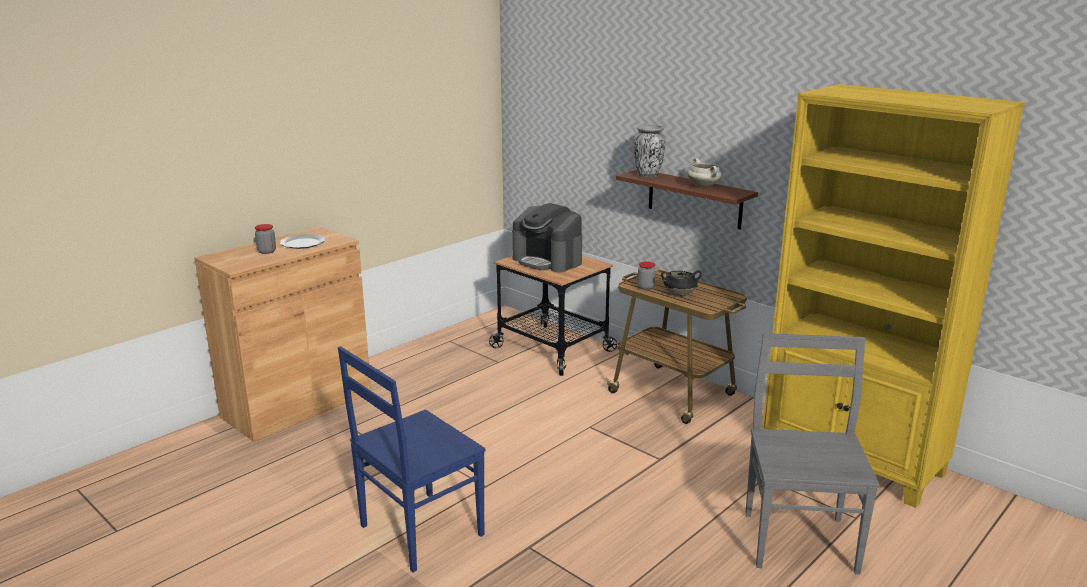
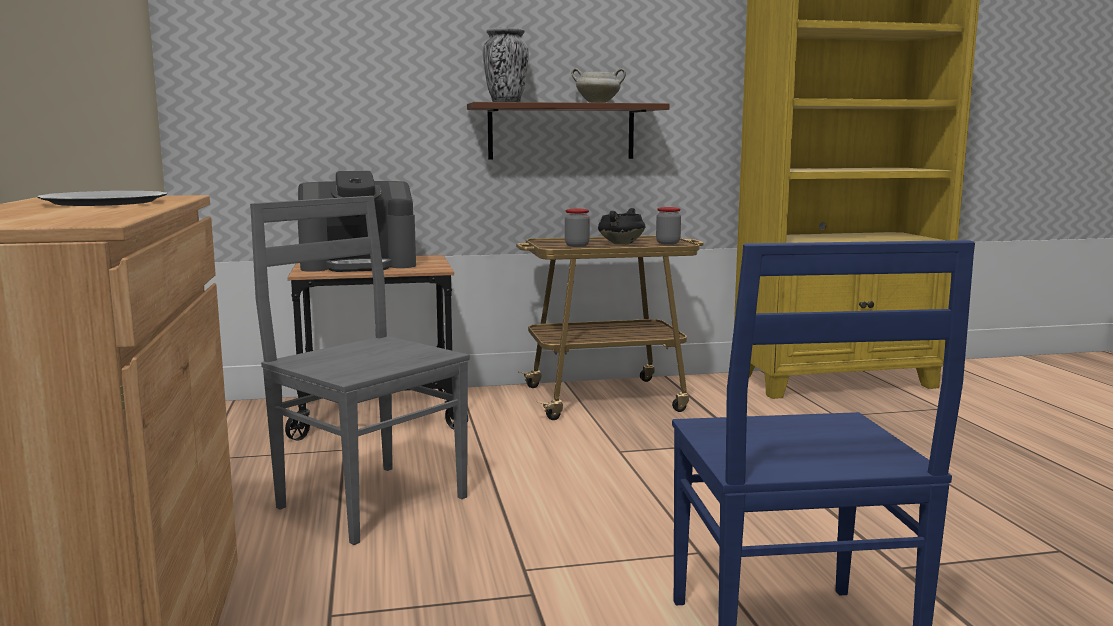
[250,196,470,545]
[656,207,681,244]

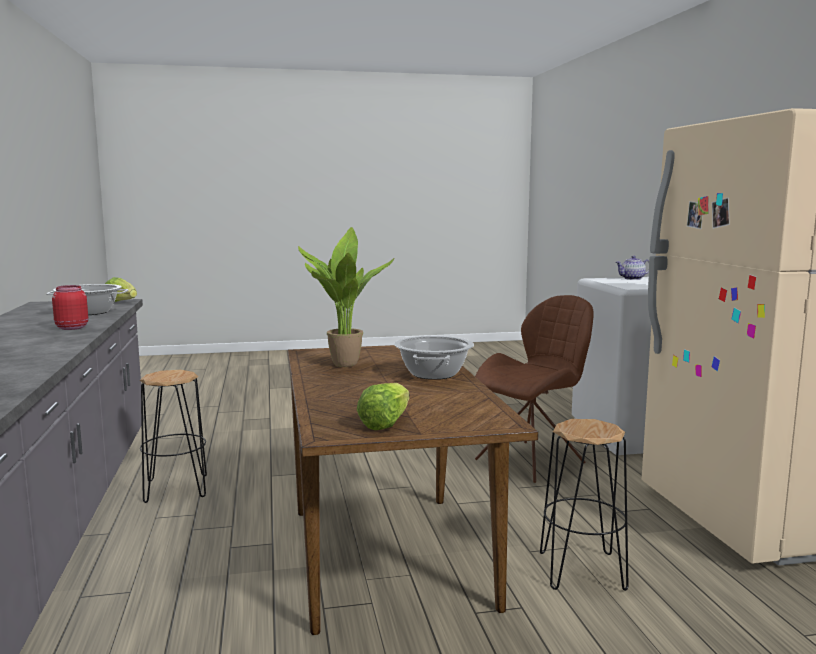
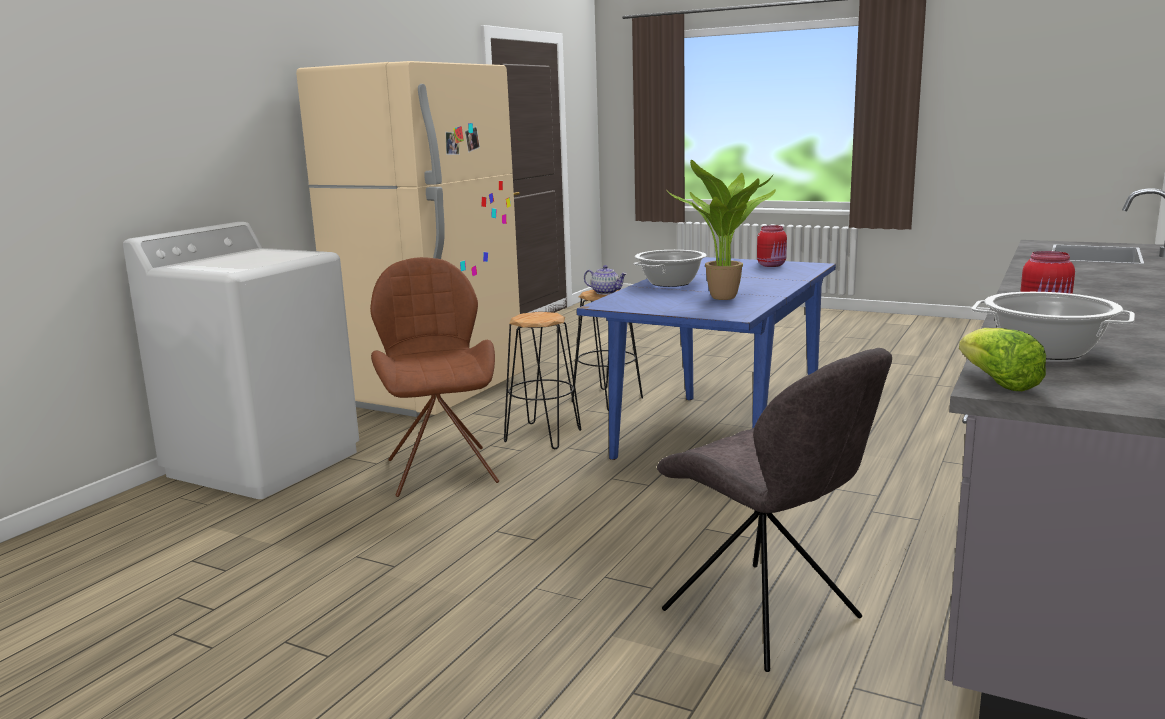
[370,257,499,497]
[504,312,581,449]
[577,257,836,460]
[584,265,627,295]
[657,348,892,672]
[757,225,787,267]

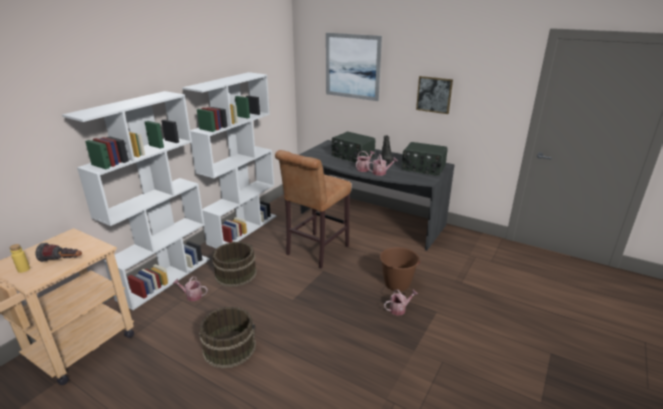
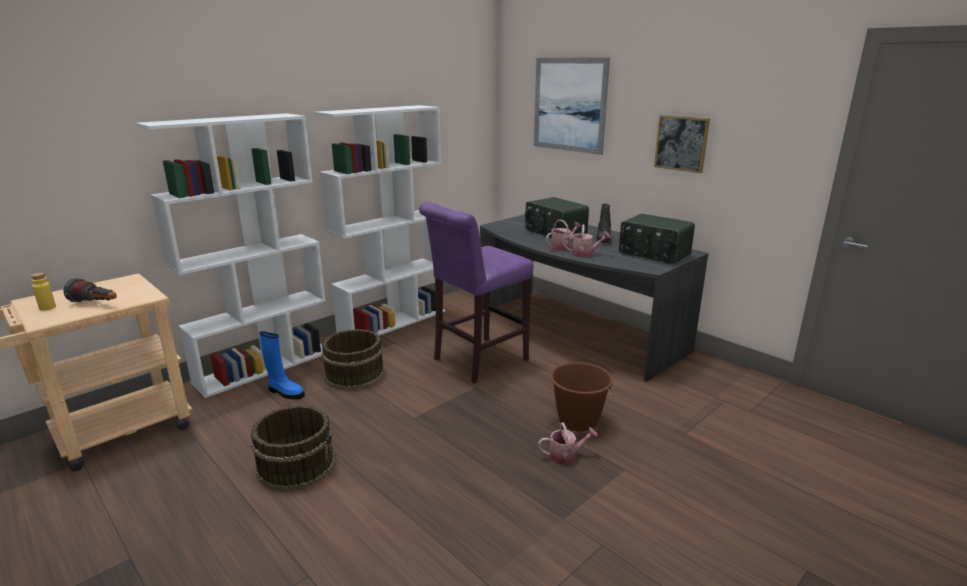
[260,331,305,399]
[419,202,534,383]

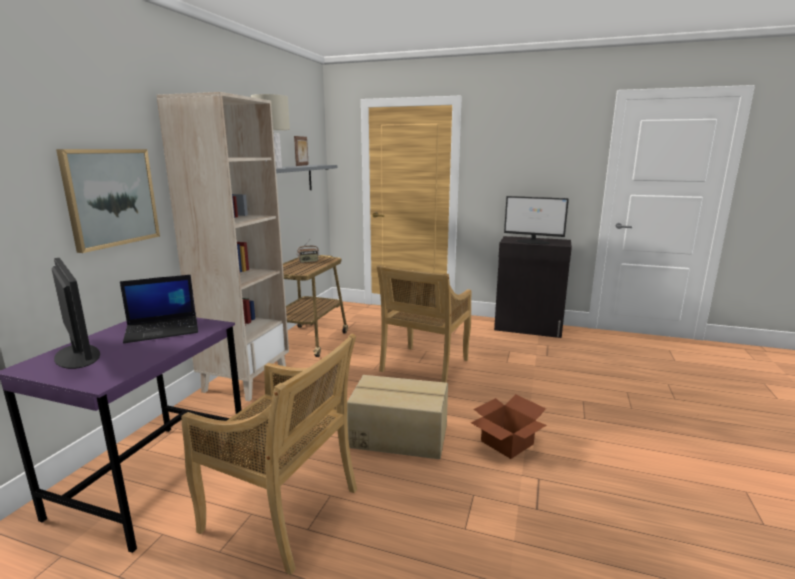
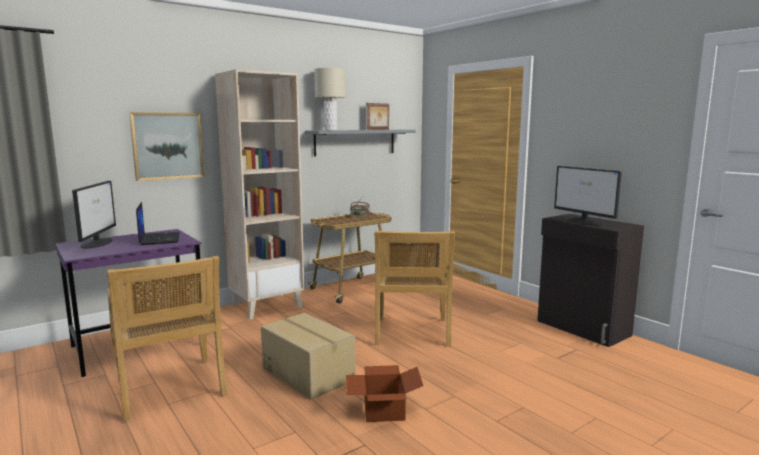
[136,202,179,245]
[374,230,455,347]

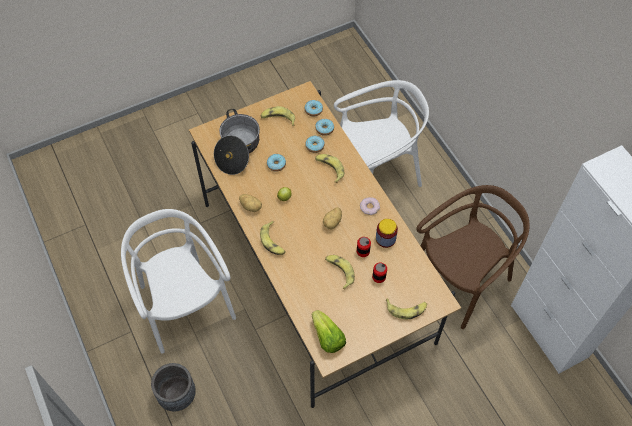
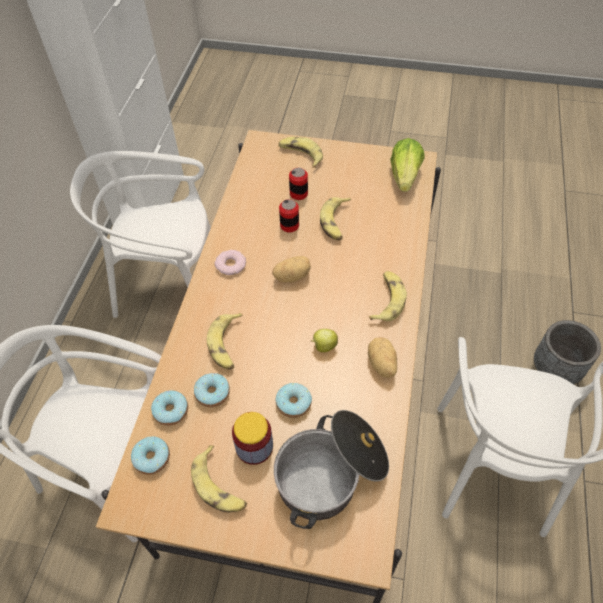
[70,151,211,318]
[232,412,273,465]

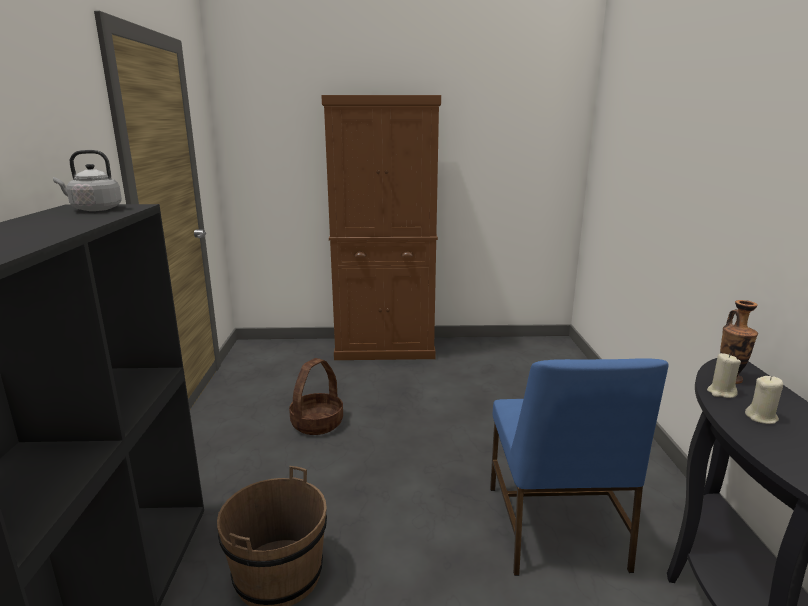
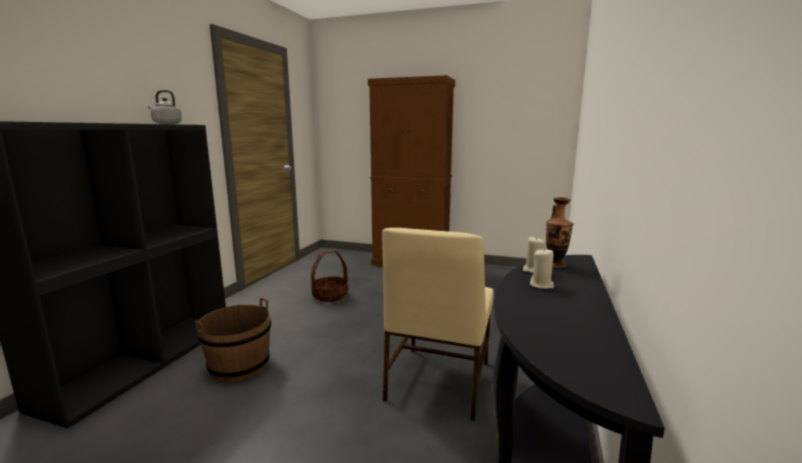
[382,228,494,421]

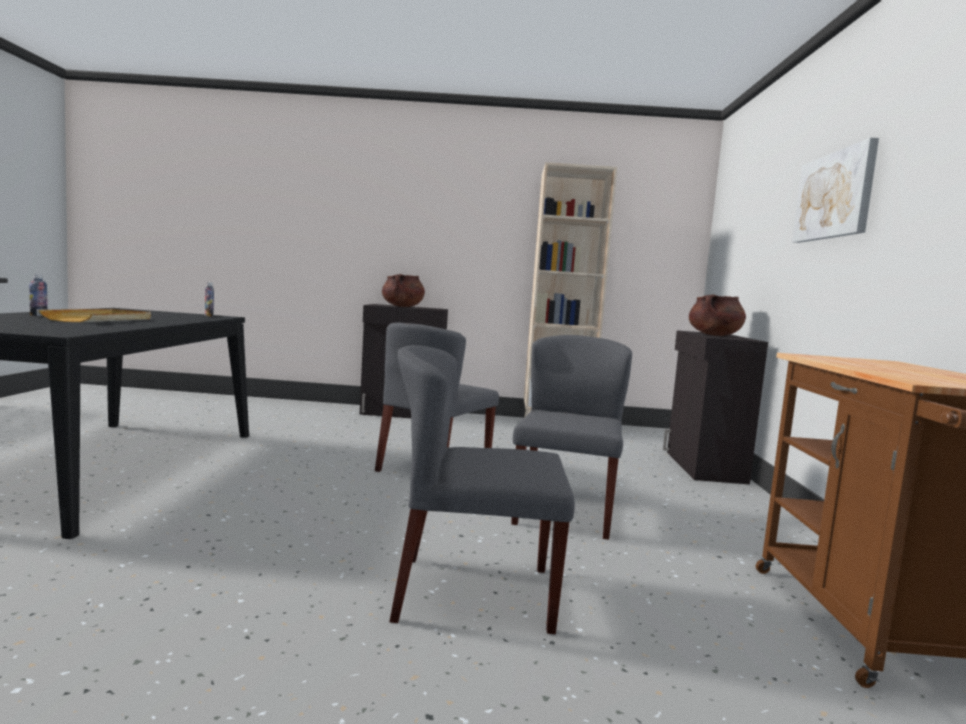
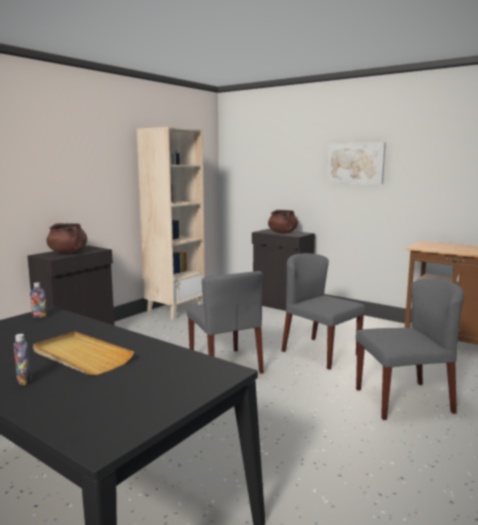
[356,279,464,420]

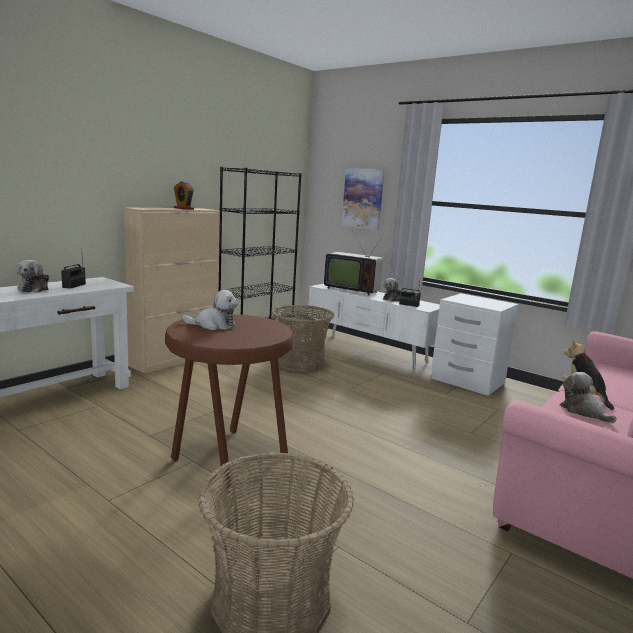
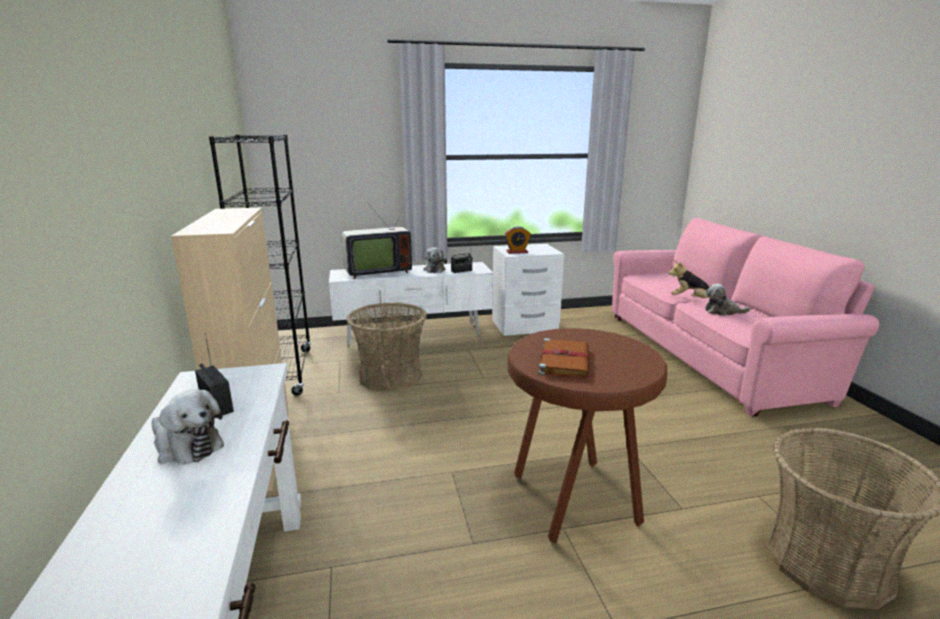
[504,226,531,254]
[539,338,589,378]
[341,168,384,230] (first image)

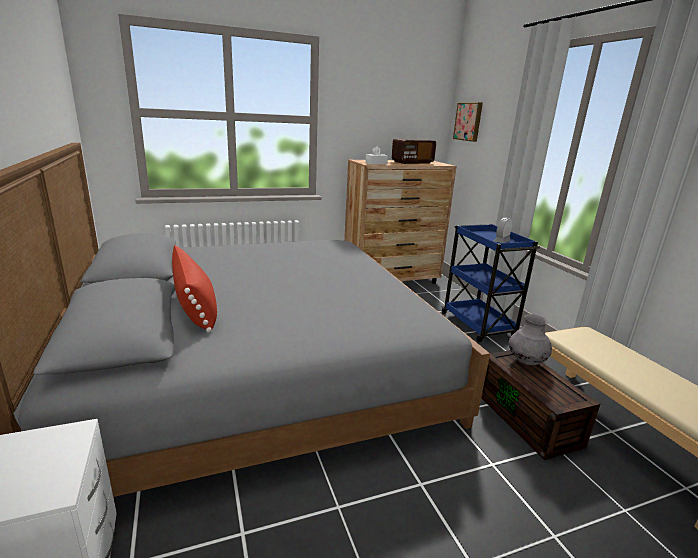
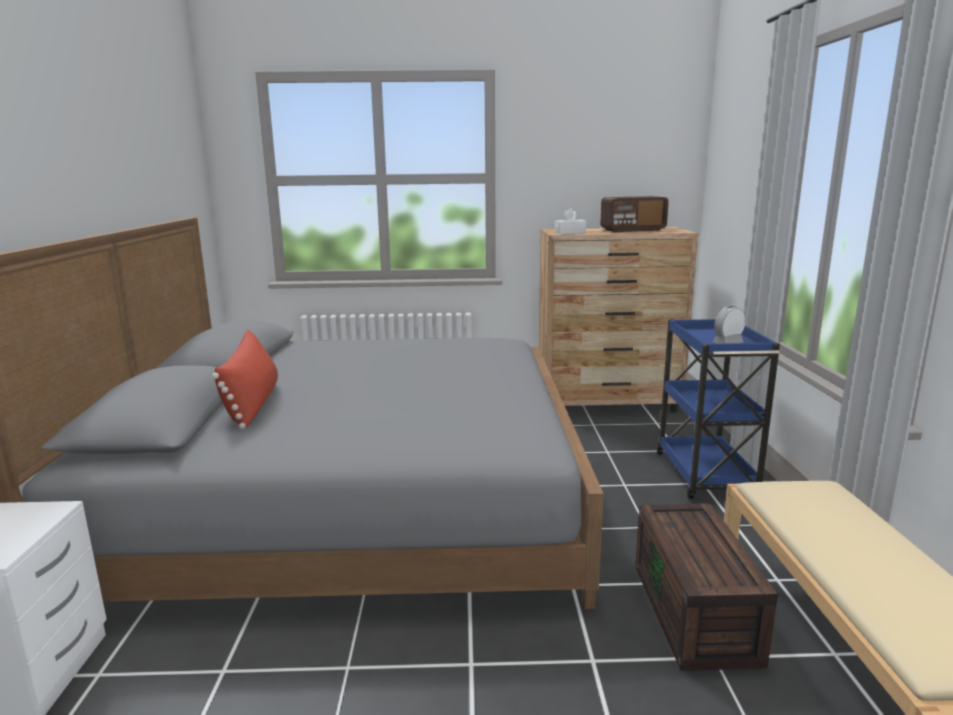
[453,102,483,142] (first image)
[509,314,552,365] (first image)

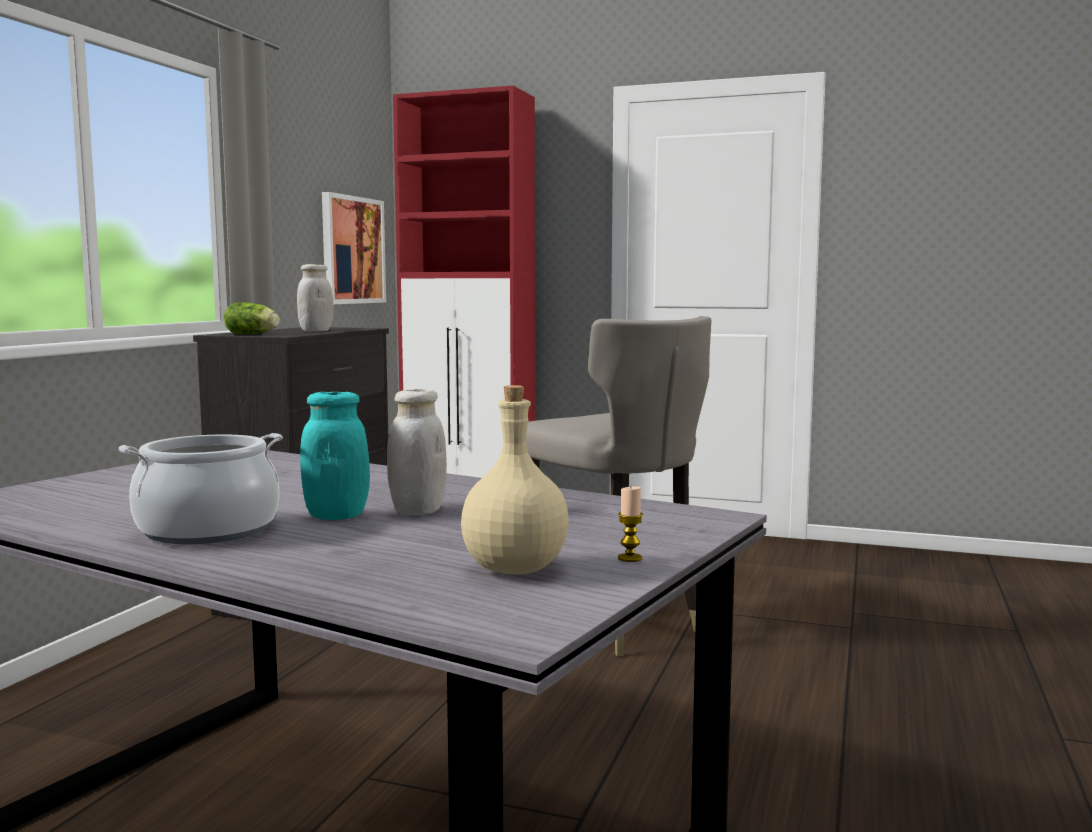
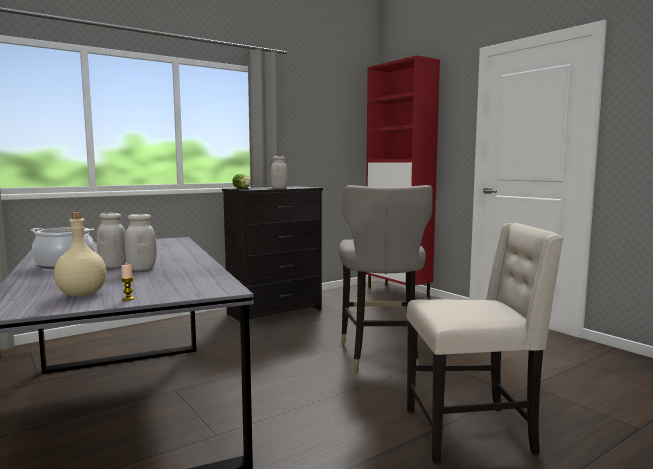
[96,213,126,268]
[406,223,563,464]
[322,192,386,304] (first image)

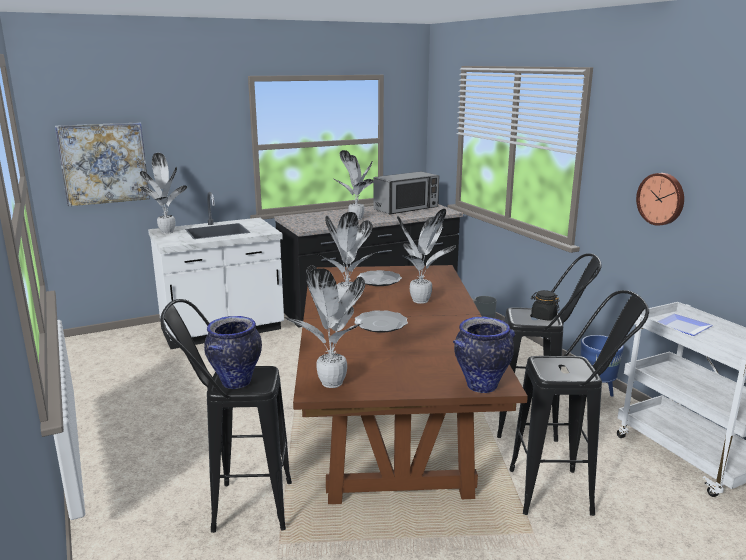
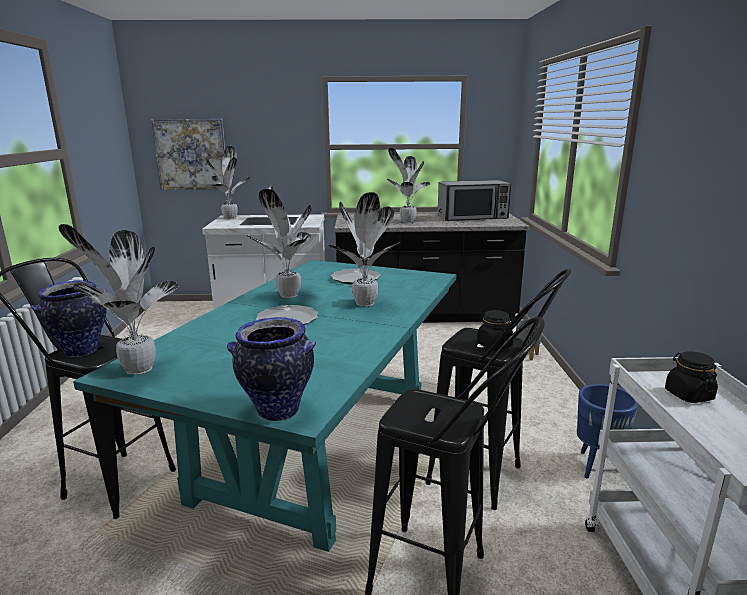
[73,260,456,552]
[665,351,718,403]
[636,173,684,226] (first image)

